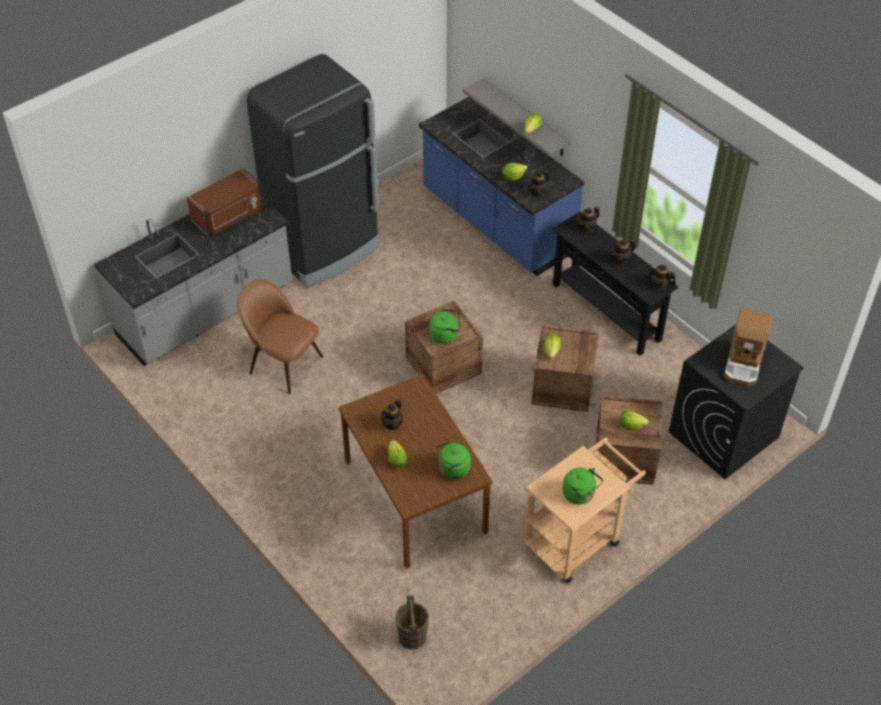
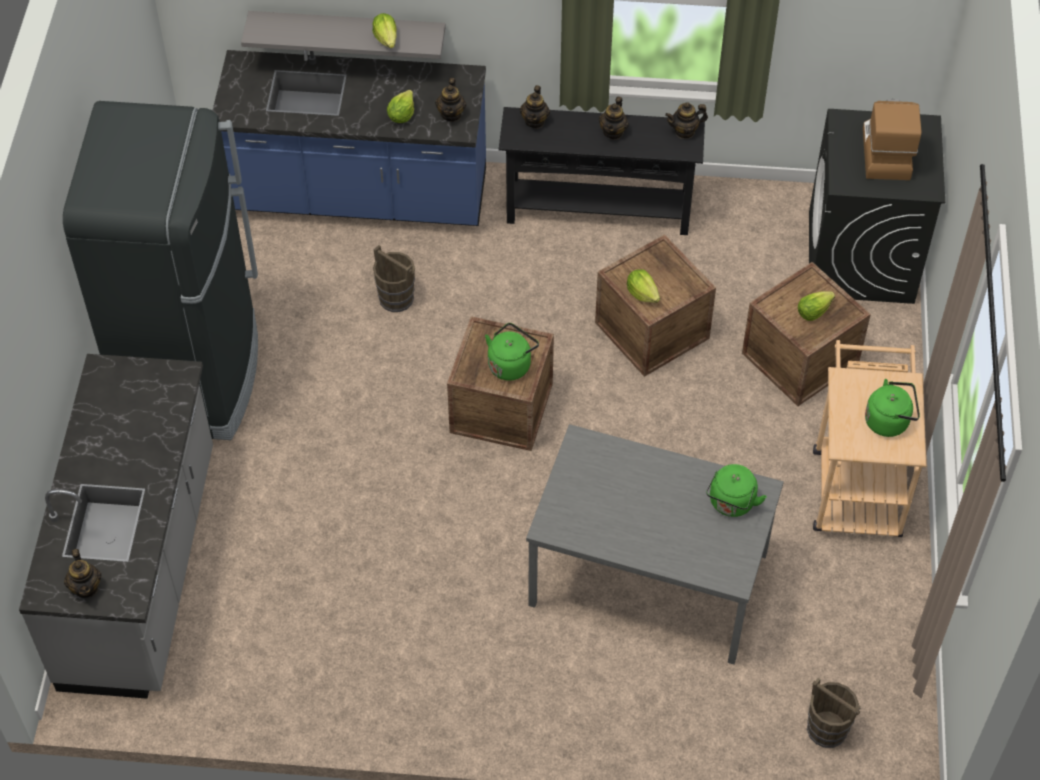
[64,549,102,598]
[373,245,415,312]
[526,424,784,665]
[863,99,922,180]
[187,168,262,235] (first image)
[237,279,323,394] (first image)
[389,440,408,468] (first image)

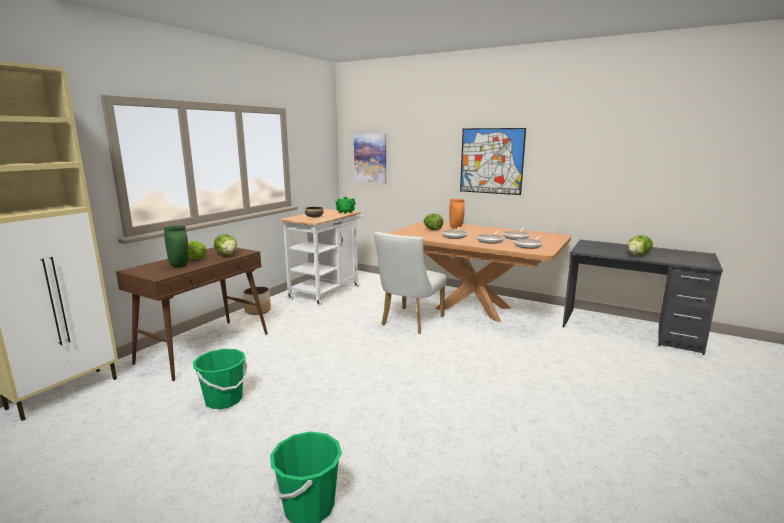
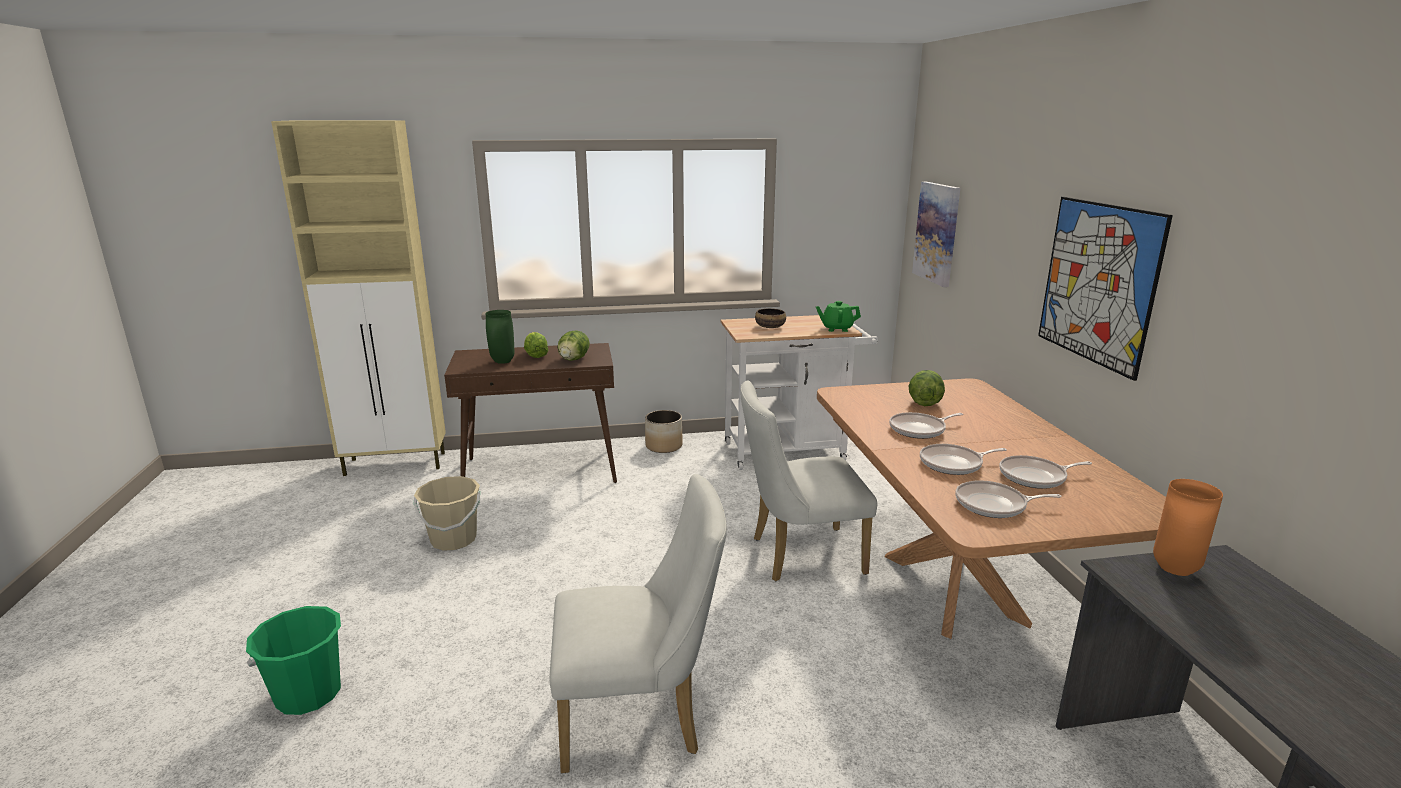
[414,476,480,551]
[550,474,727,773]
[1153,479,1223,576]
[627,235,653,255] (first image)

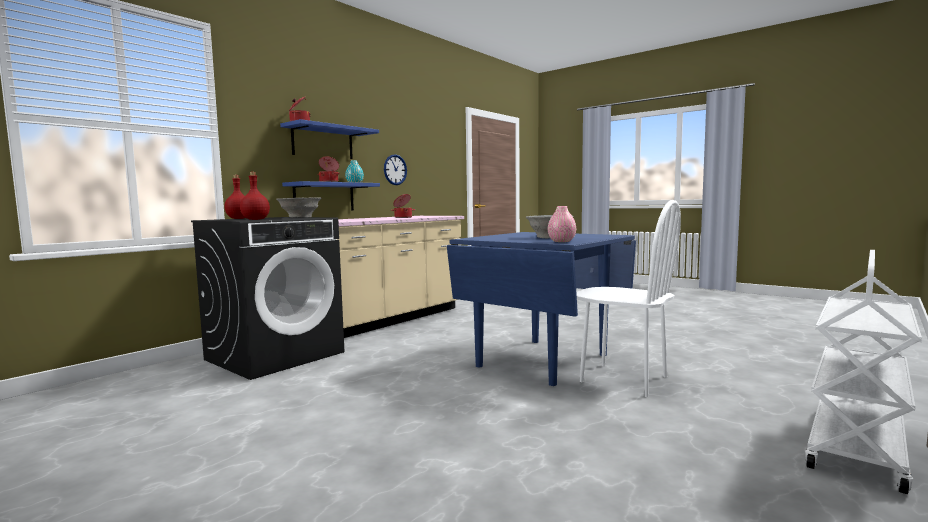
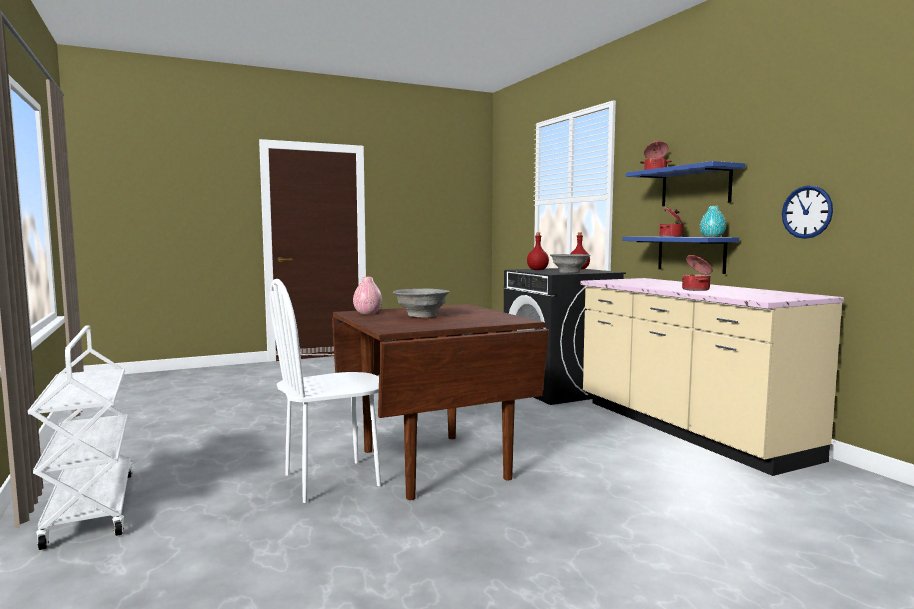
[332,304,549,500]

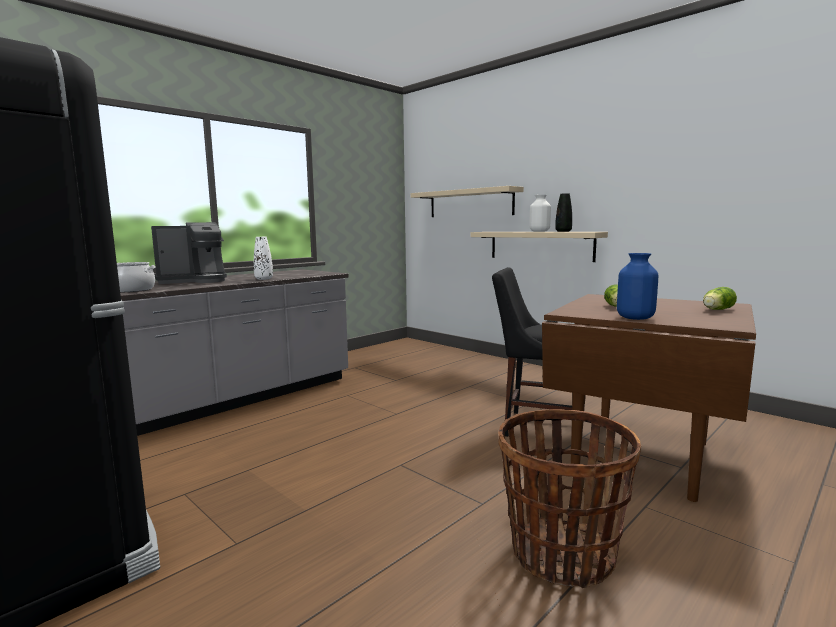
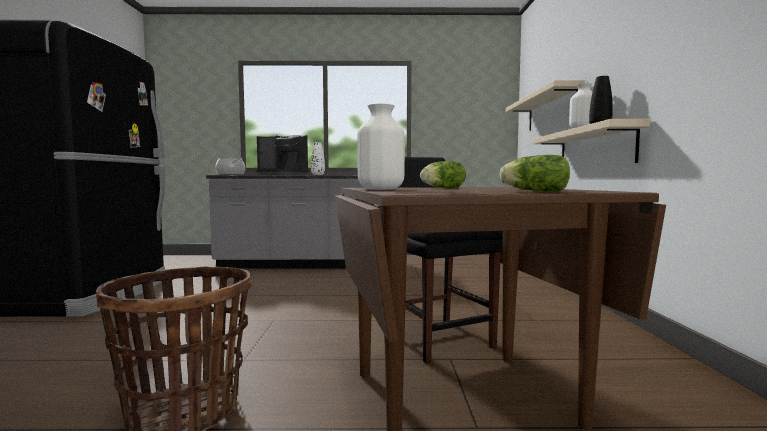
[357,103,405,190]

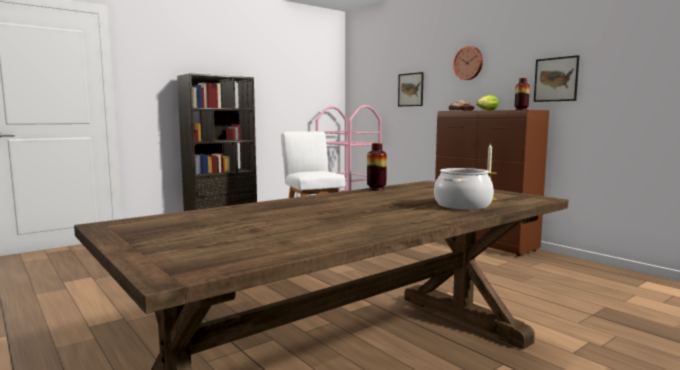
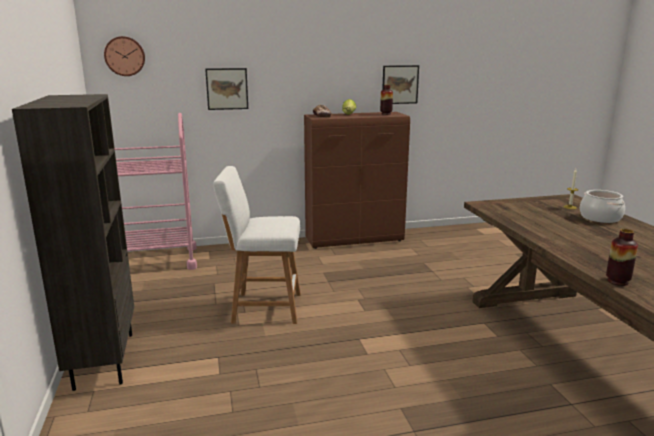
[104,36,145,76]
[606,229,638,286]

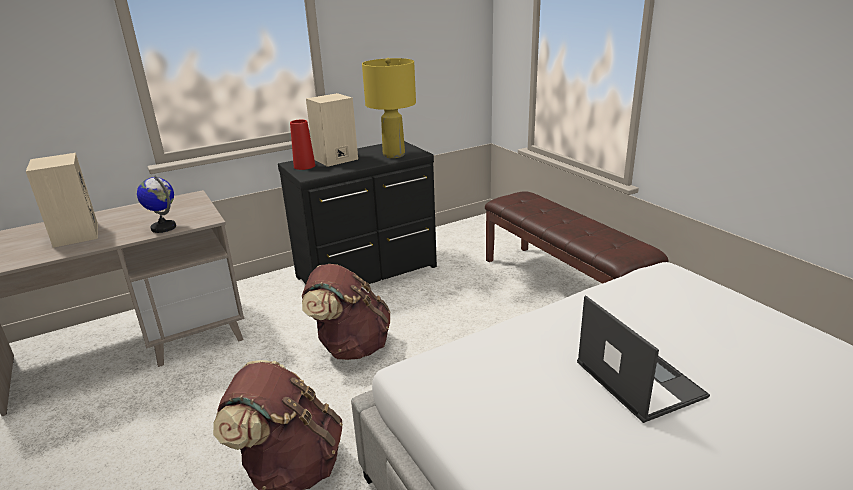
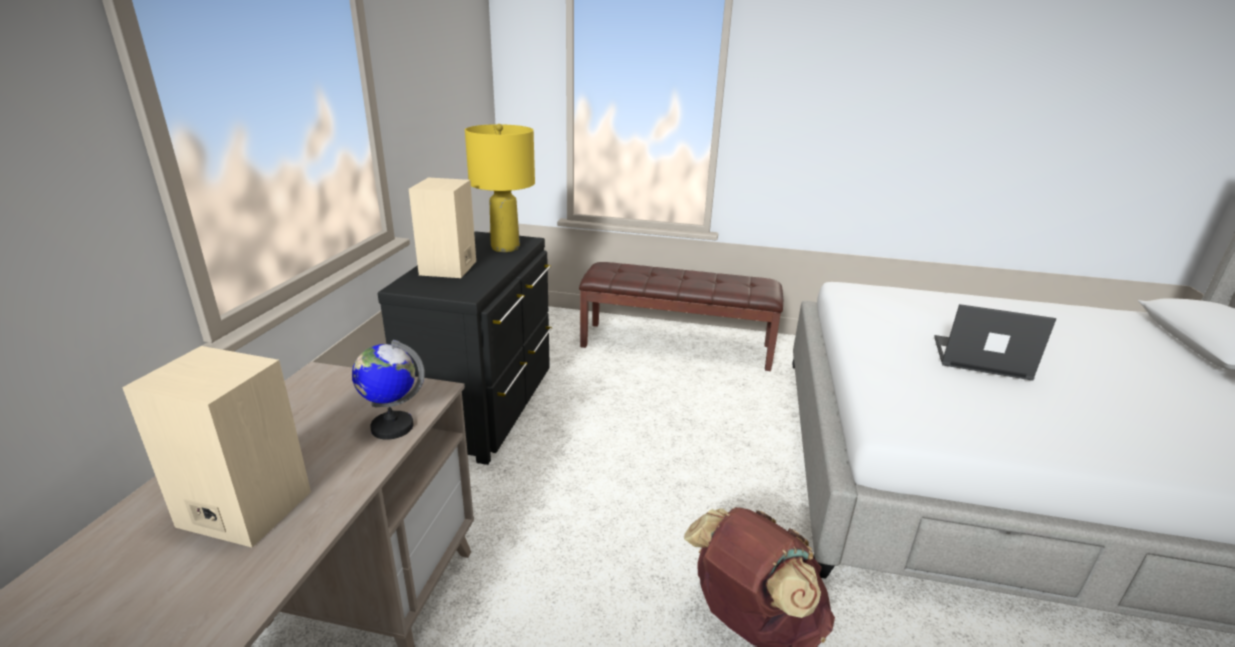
[290,120,315,170] (first image)
[302,264,391,360] (first image)

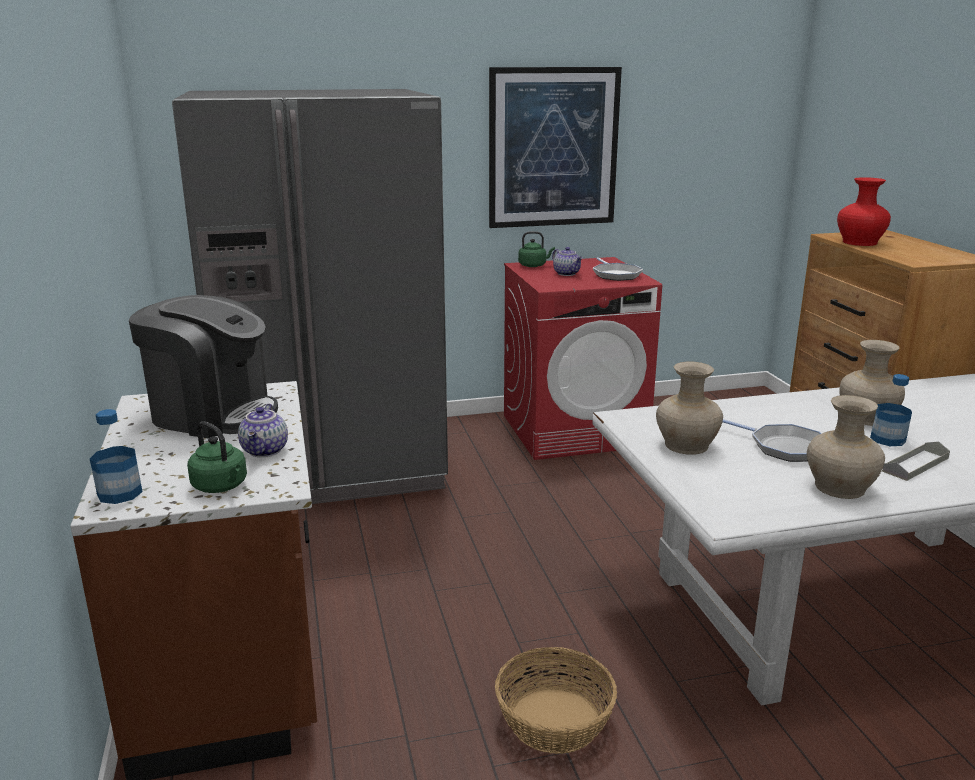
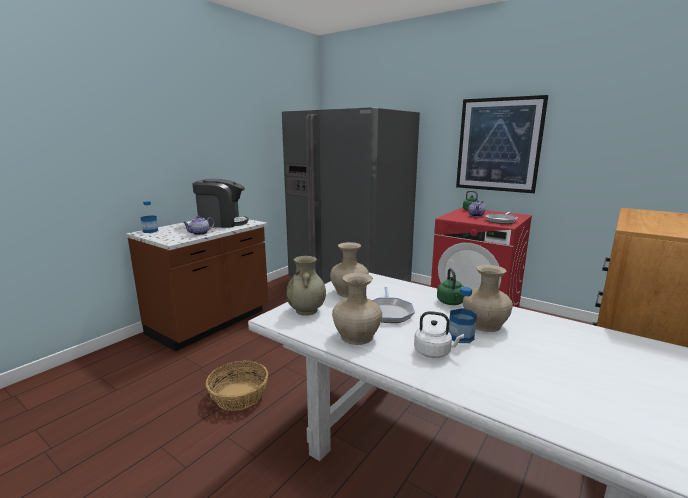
[192,179,249,228]
[286,256,326,316]
[414,311,464,358]
[437,268,464,305]
[837,177,891,246] (first image)

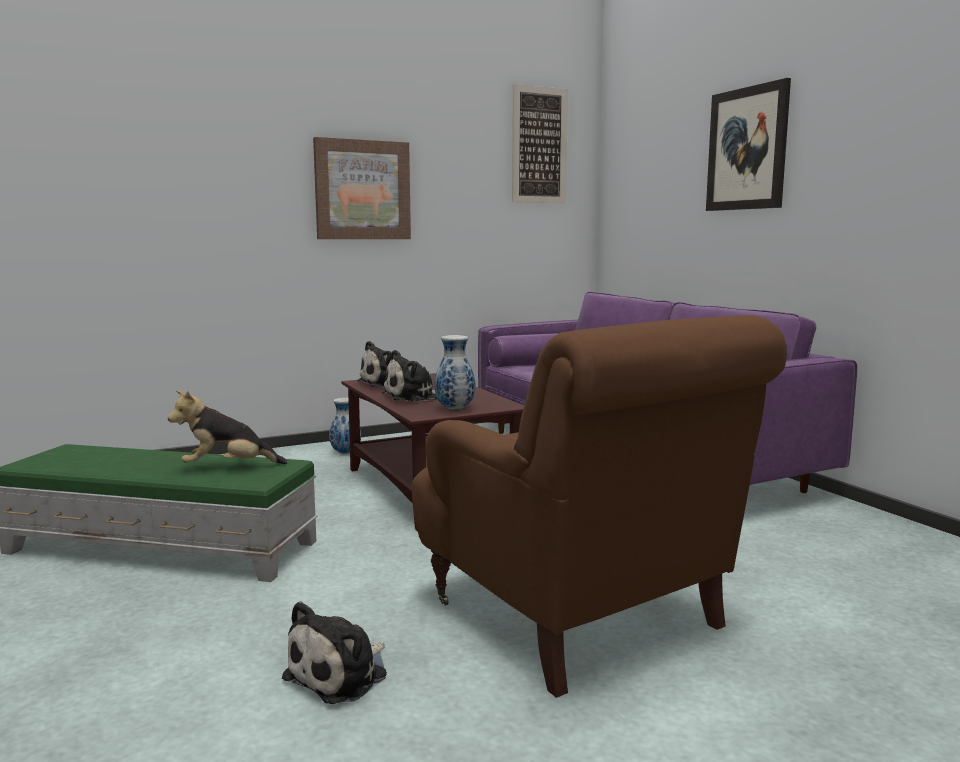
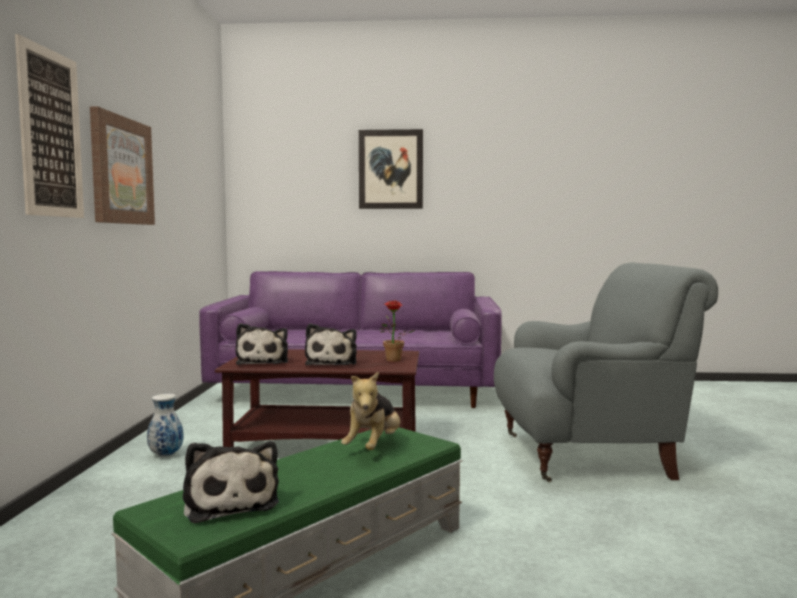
[15,34,84,218]
[183,441,279,524]
[379,300,415,362]
[494,263,718,482]

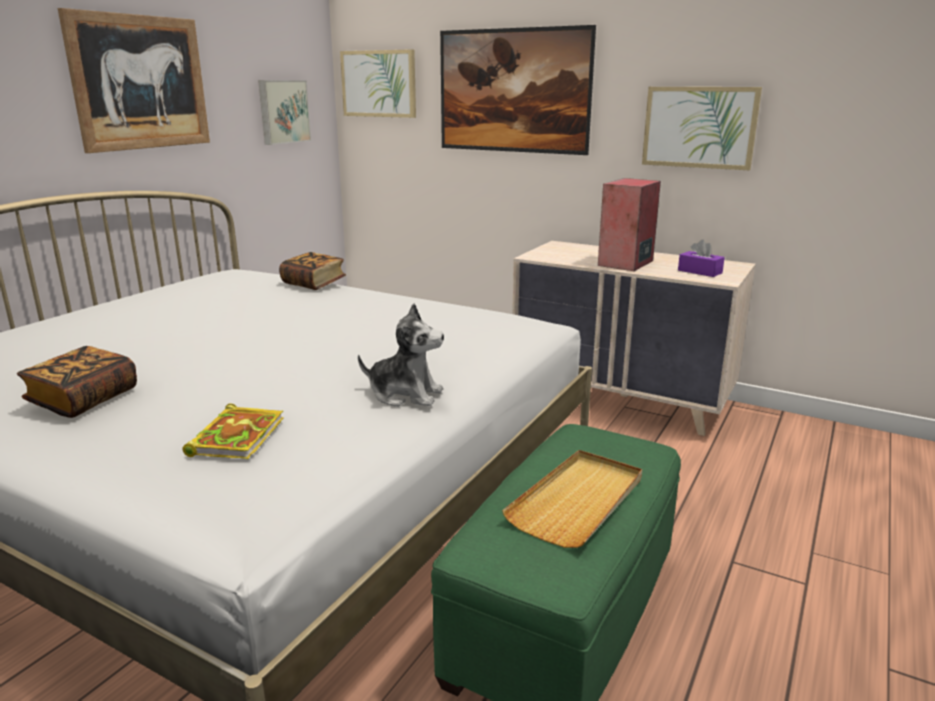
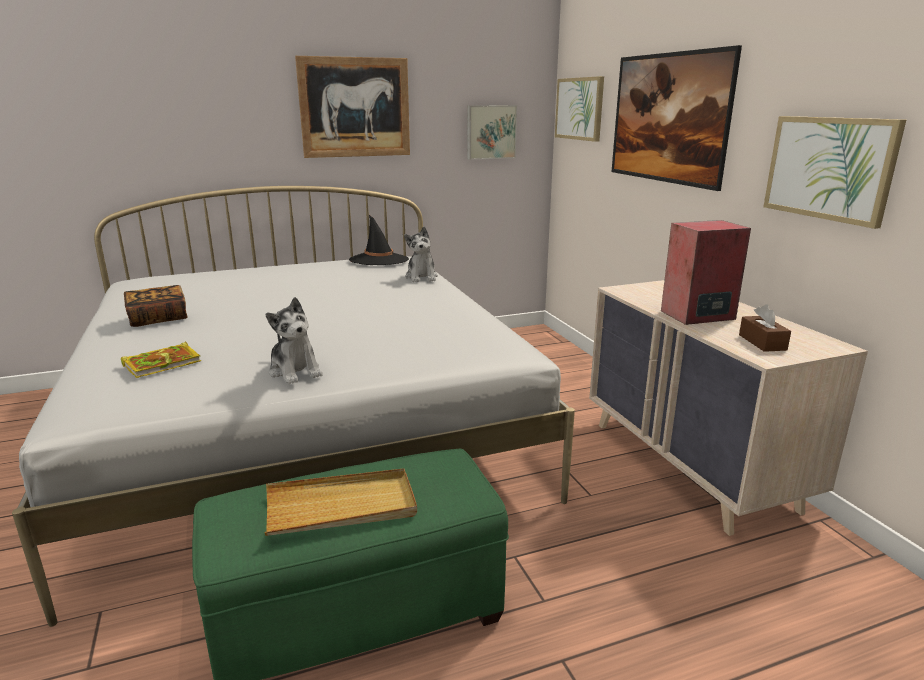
[349,215,409,265]
[404,227,438,282]
[739,304,791,352]

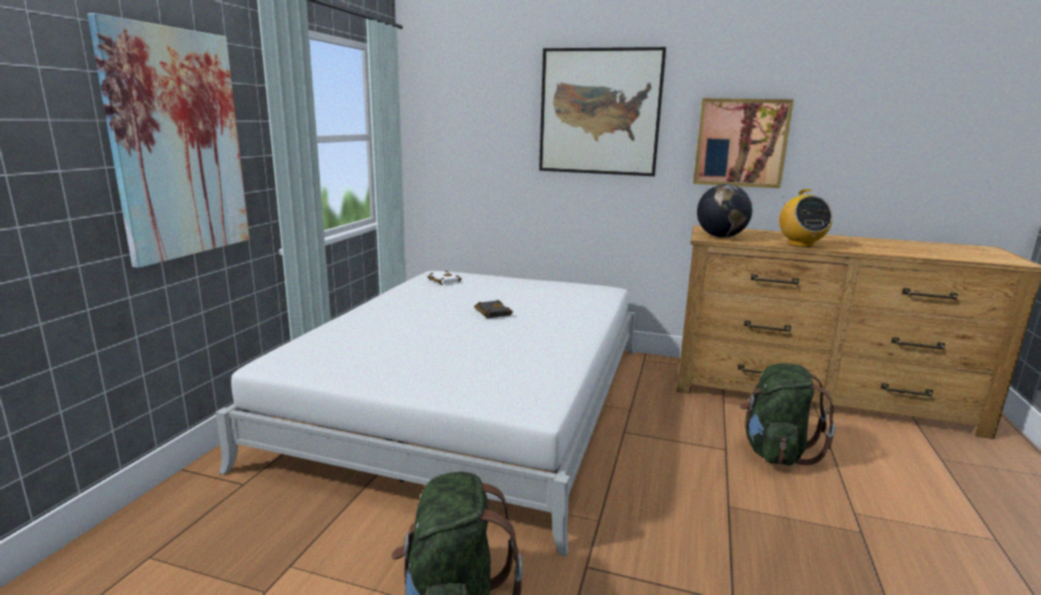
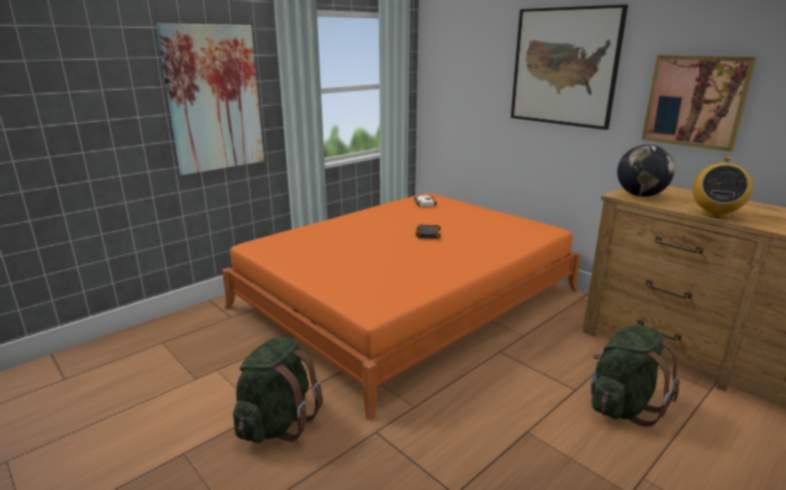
[222,193,581,421]

